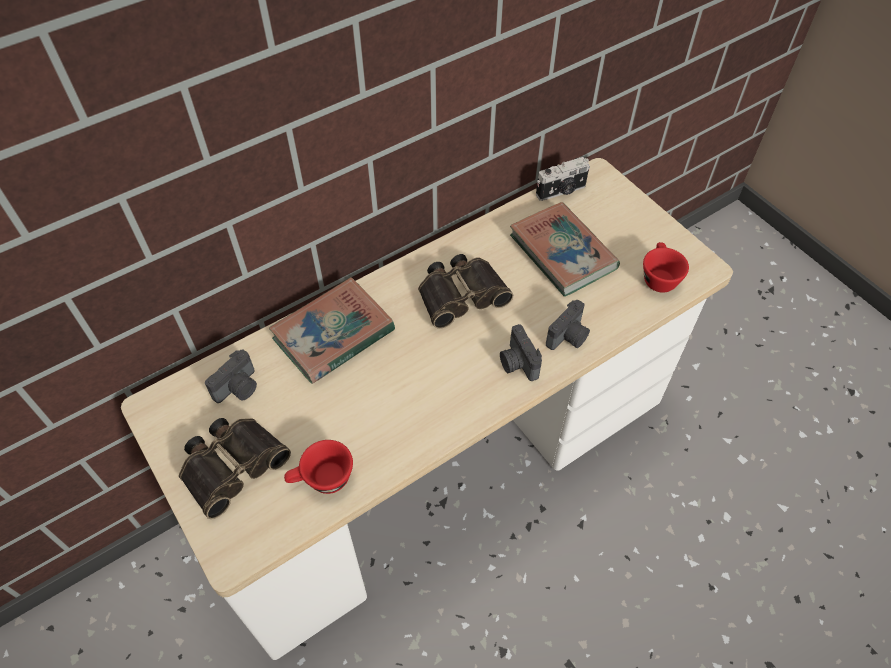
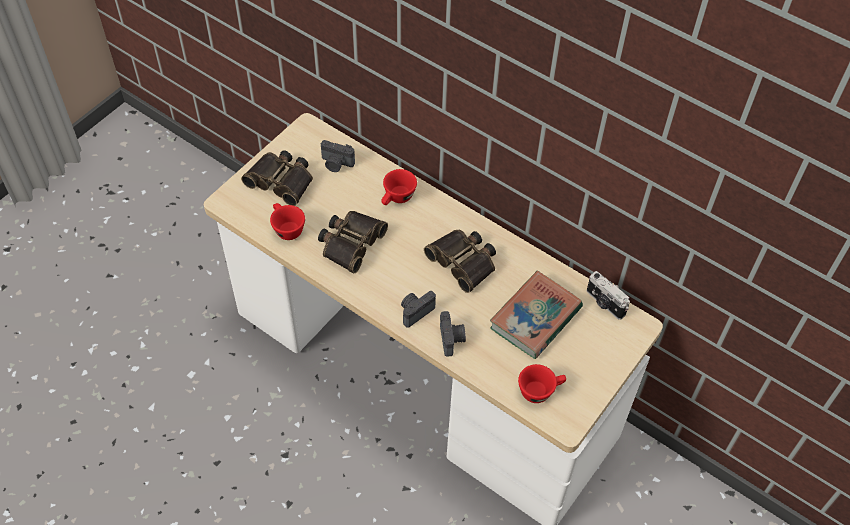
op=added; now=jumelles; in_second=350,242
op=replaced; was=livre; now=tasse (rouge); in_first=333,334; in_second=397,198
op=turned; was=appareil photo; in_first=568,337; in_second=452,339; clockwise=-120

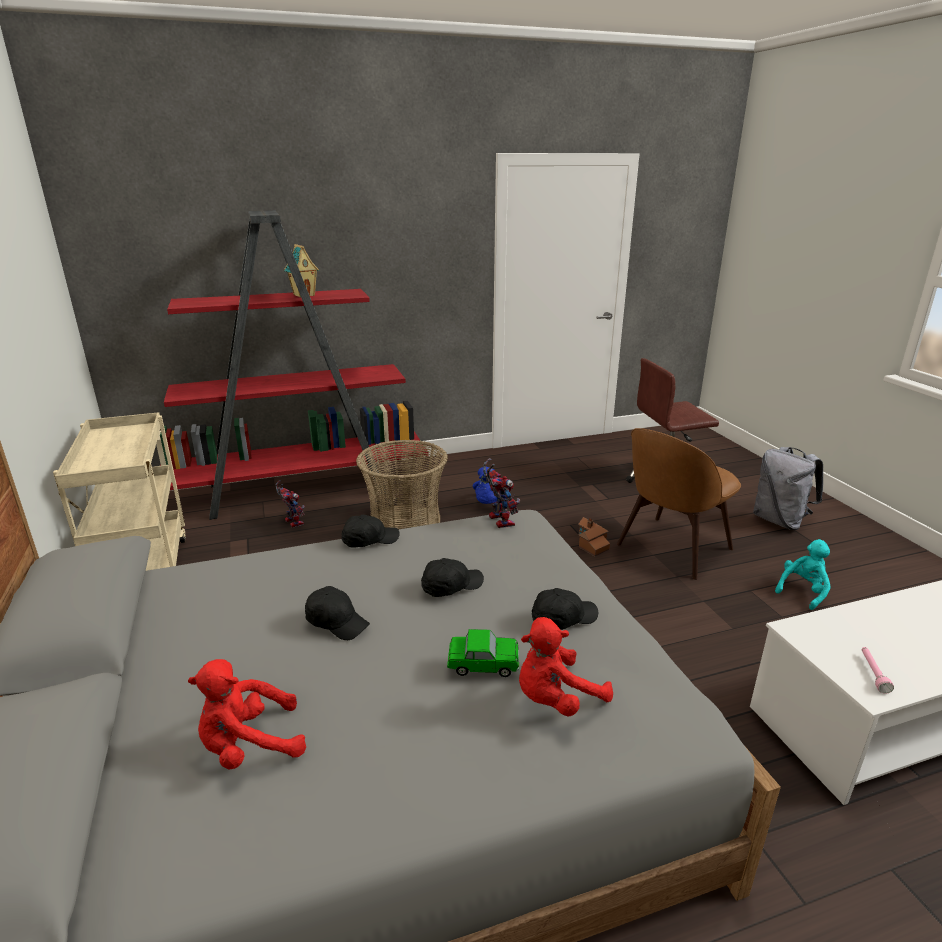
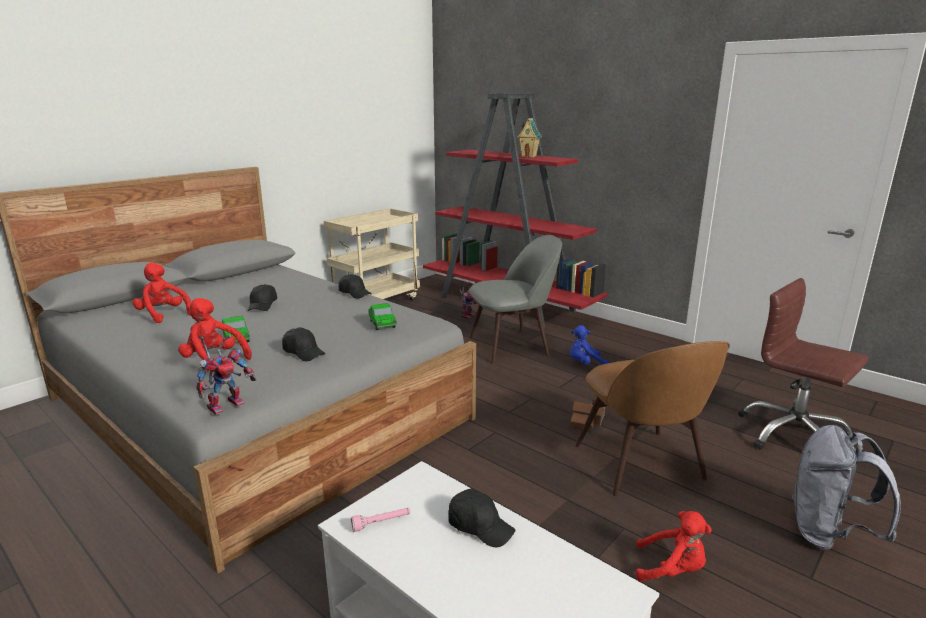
op=added; now=petite voiture; in_second=382,324
op=moved; was=casquette (noir); in_first=451,586; in_second=480,527
op=moved; was=robot jouet; in_first=498,520; in_second=227,404
op=replaced; was=panier; now=chaise (gris); in_first=405,524; in_second=512,345
op=recoloured; was=peluche (turquoise); now=peluche (rouge); in_first=803,591; in_second=671,570
op=turned; was=chaise (marron); in_first=671,548; in_second=641,465; clockwise=-120

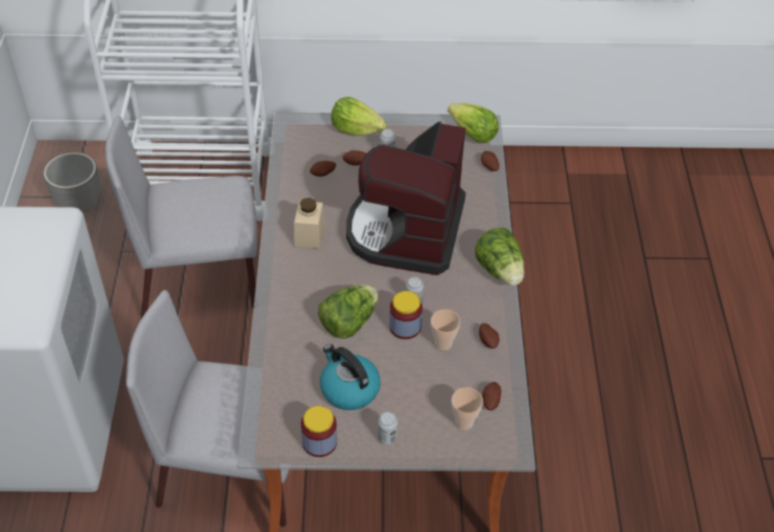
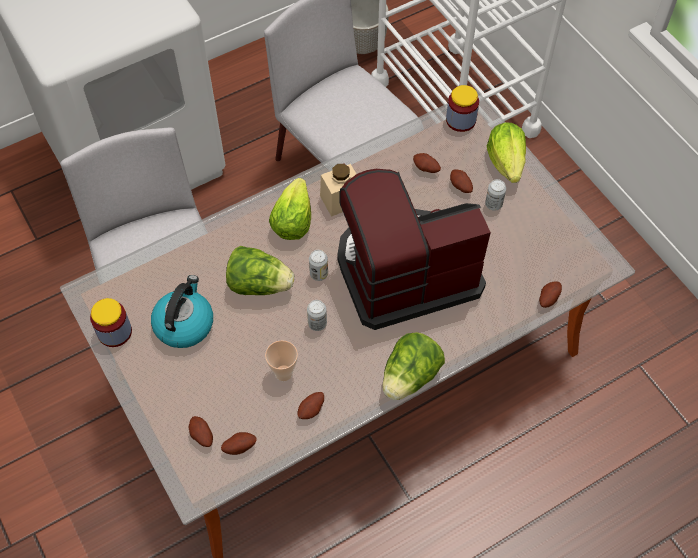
op=moved; was=boîte métallique; in_first=387,438; in_second=319,274
op=moved; was=bocal; in_first=405,326; in_second=460,120
op=moved; was=laitue; in_first=473,134; in_second=292,222
op=replaced; was=tasse; now=pomme de terre; in_first=464,422; in_second=201,436

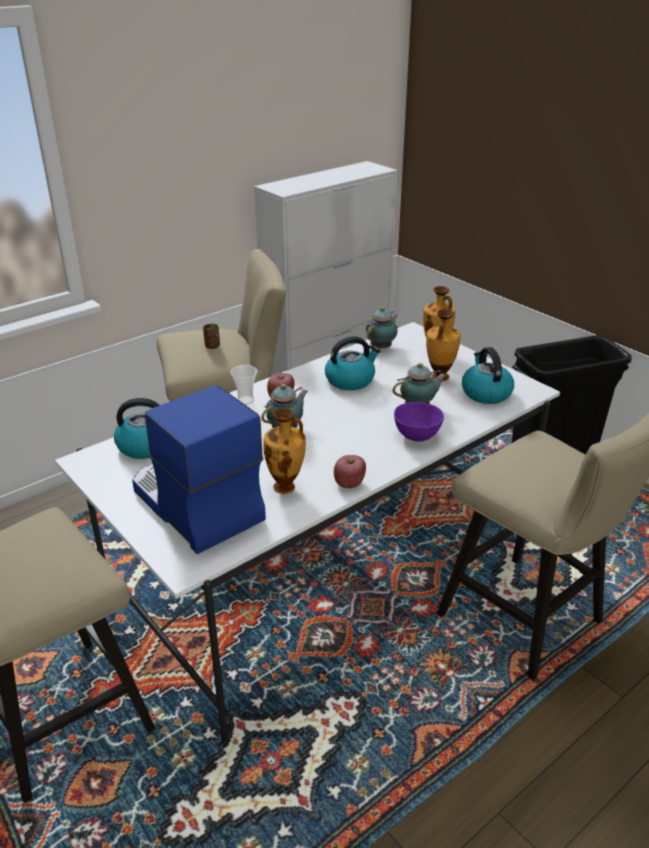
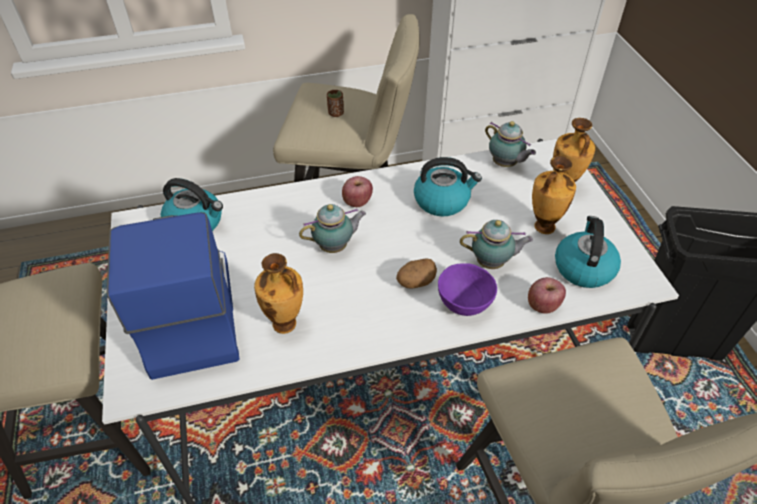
op=removed; was=tasse; in_first=245,400
op=added; now=pomme de terre; in_second=415,282
op=moved; was=pomme; in_first=349,483; in_second=542,305
op=turned; was=théière; in_first=382,347; in_second=505,164; clockwise=75

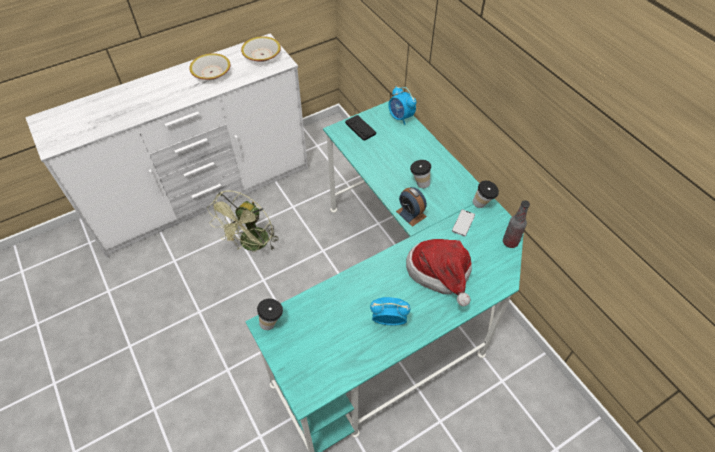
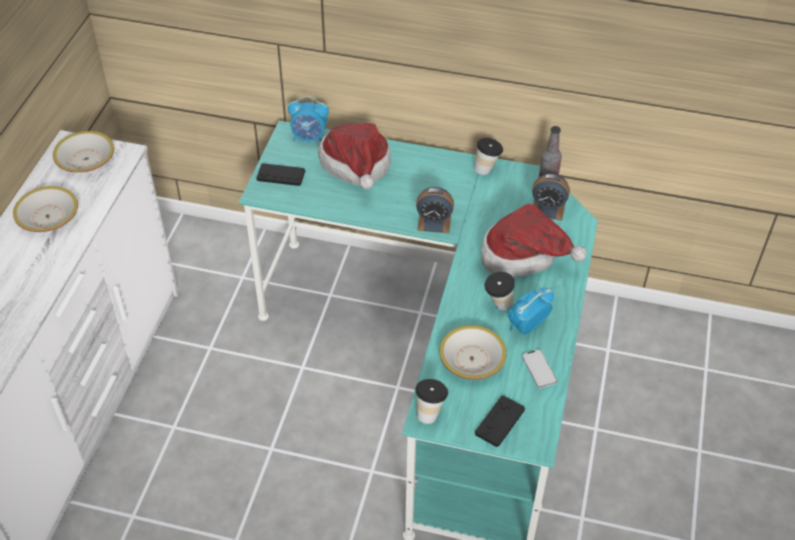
op=removed; was=ventilateur (vert); in_first=252,245
op=added; now=chapeau; in_second=357,168
op=added; now=bol; in_second=471,359
op=added; now=manette (noir); in_second=499,421
op=added; now=réveil; in_second=548,209
op=moved; was=tasse; in_first=419,183; in_second=498,305
op=moved; was=téléphone; in_first=463,223; in_second=539,369

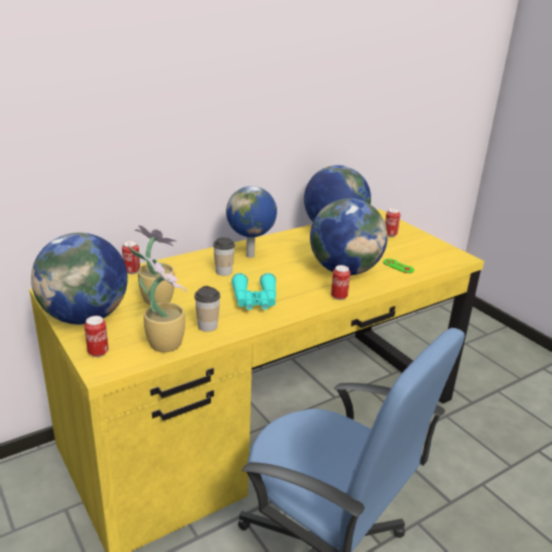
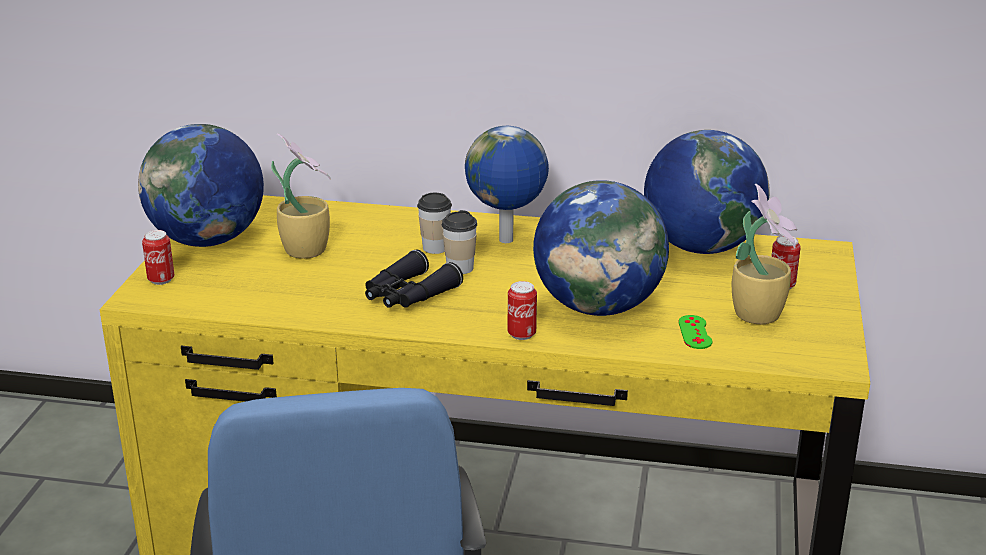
op=removed; was=boîte métallique; in_first=132,271
op=moved; was=plante en pot; in_first=165,343; in_second=758,313
op=moved; was=tasse; in_first=207,326; in_second=460,268
op=recoloured; was=jumelles (turquoise); now=jumelles (noir); in_first=255,300; in_second=408,295

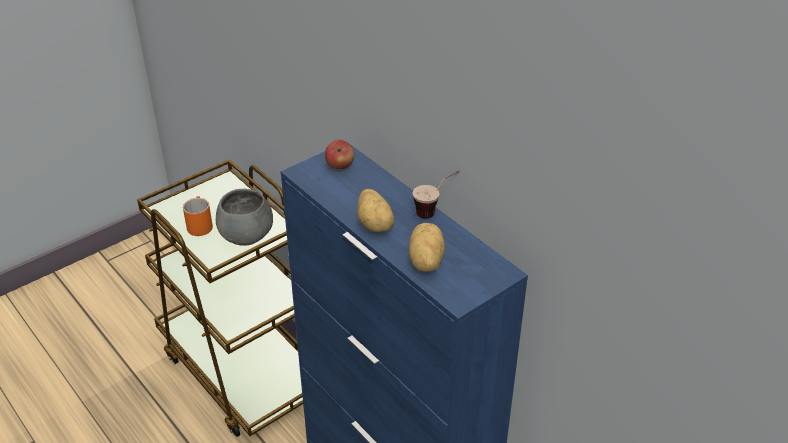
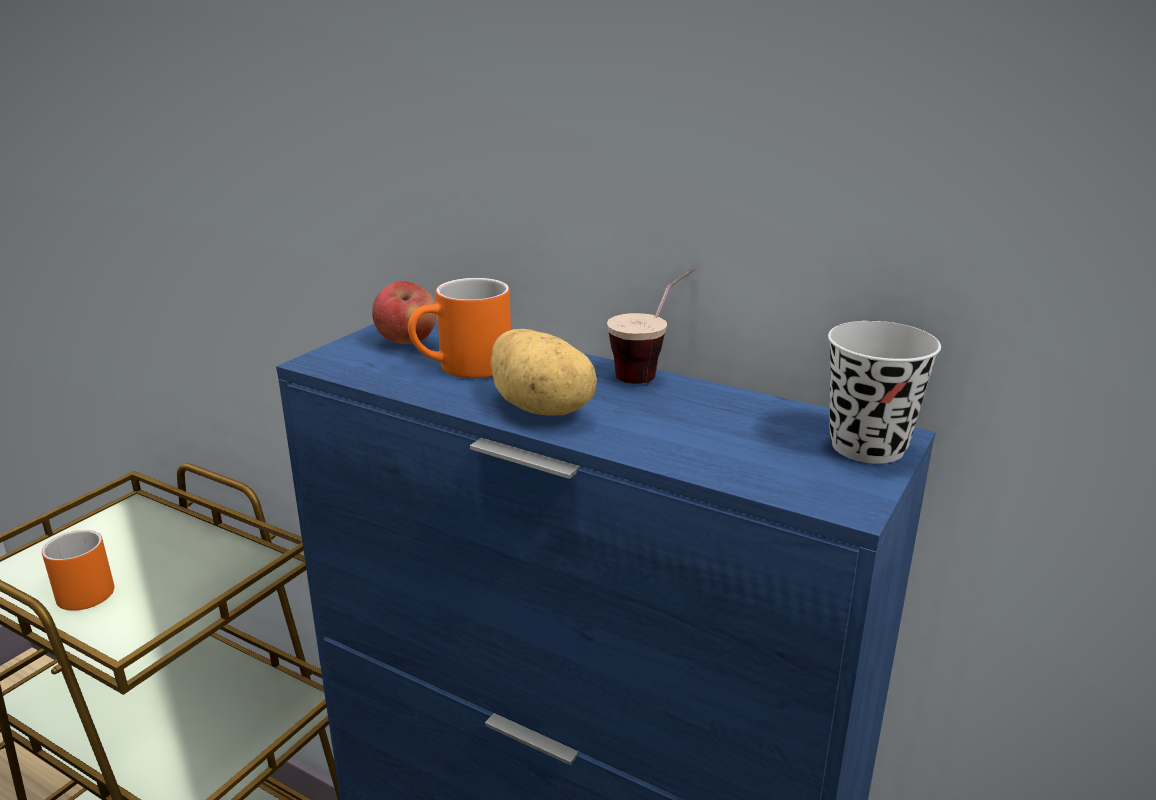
op=removed; was=bol (gris); in_first=247,235
op=removed; was=pomme de terre; in_first=424,261
op=added; now=mug (orange); in_second=463,368
op=added; now=tasse (noir); in_second=867,446

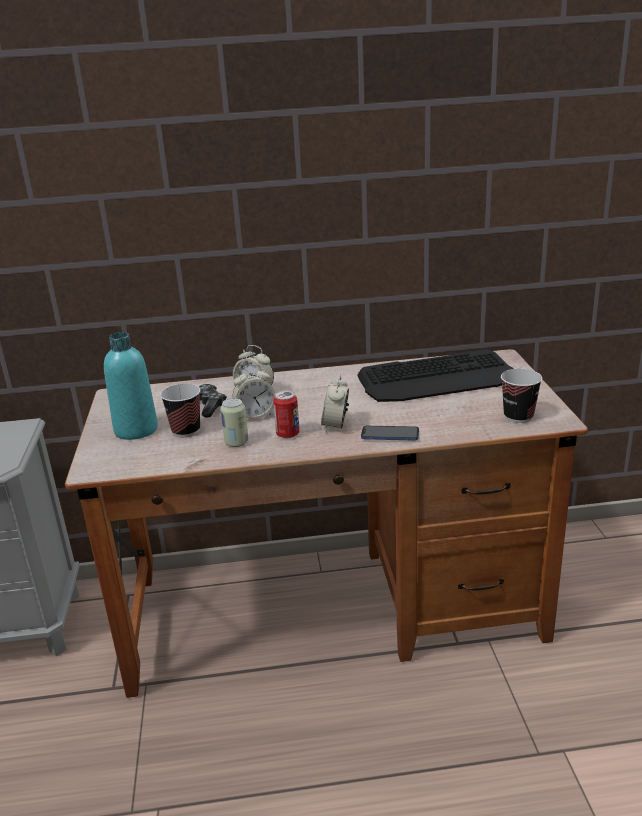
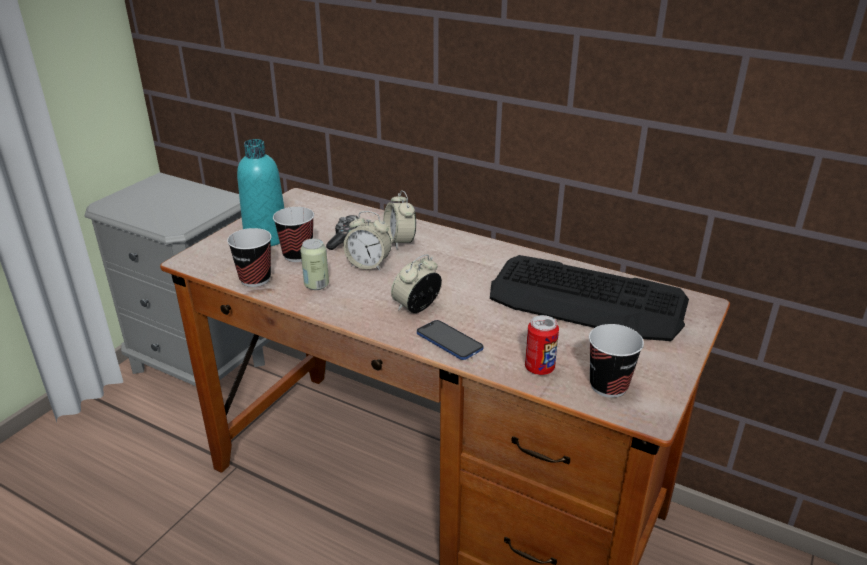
op=added; now=tasse; in_second=255,279
op=moved; was=boîte métallique; in_first=288,434; in_second=539,368

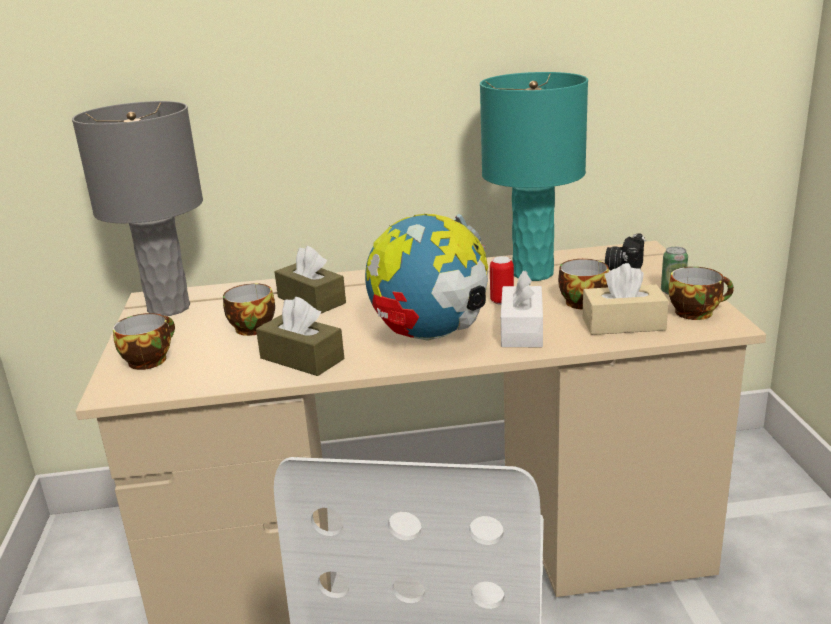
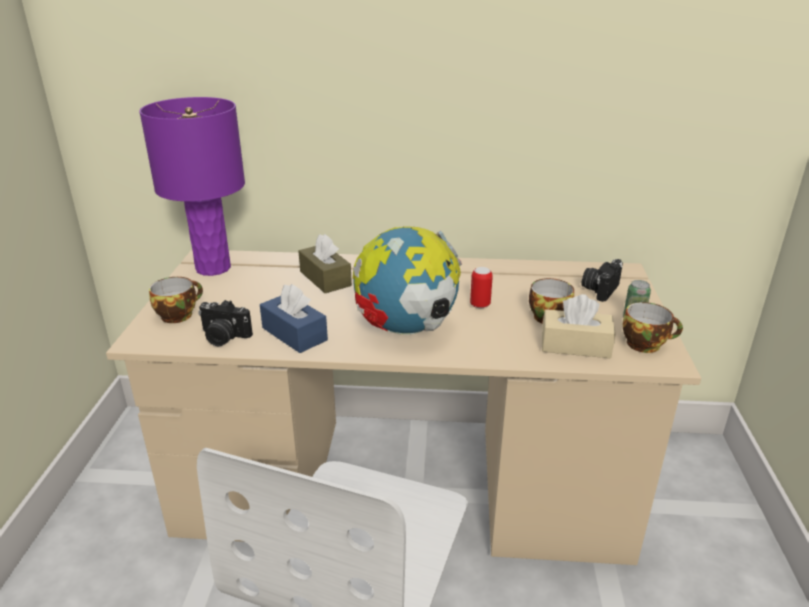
op=removed; was=tasse; in_first=250,327
op=removed; was=lampe de table (turquoise); in_first=532,273
op=removed; was=boîte à mouchoirs (blanc); in_first=522,330
op=added; now=appareil photo; in_second=223,337
op=recoloured; was=lampe de table (gris); now=lampe de table (violet); in_first=168,308; in_second=212,268
op=recoloured; was=boîte à mouchoirs (marron); now=boîte à mouchoirs (bleu); in_first=302,358; in_second=294,334

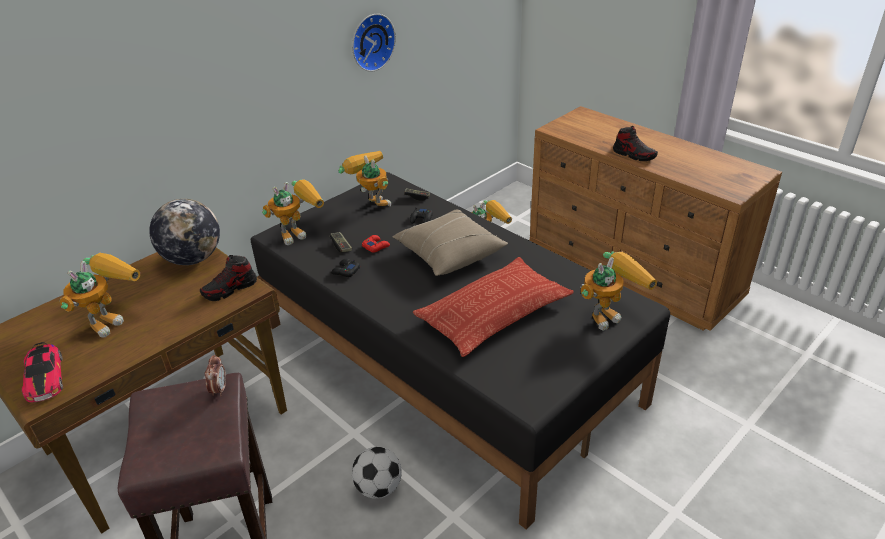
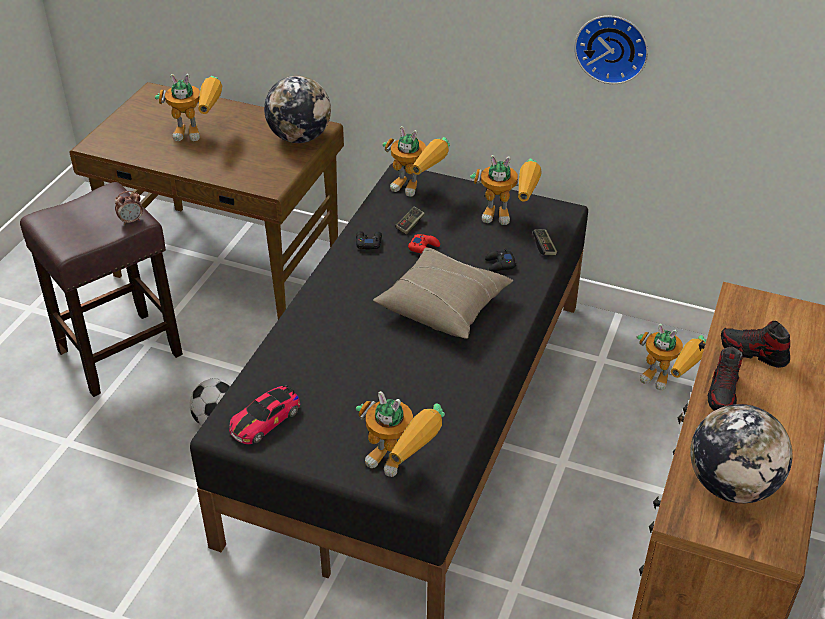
op=removed; was=coussin; in_first=494,312
op=added; now=globe; in_second=731,485
op=moved; was=petite voiture; in_first=45,378; in_second=265,420
op=moved; was=chaussure; in_first=230,289; in_second=753,352
op=turned; was=robot jouet; in_first=370,202; in_second=508,216; clockwise=75

